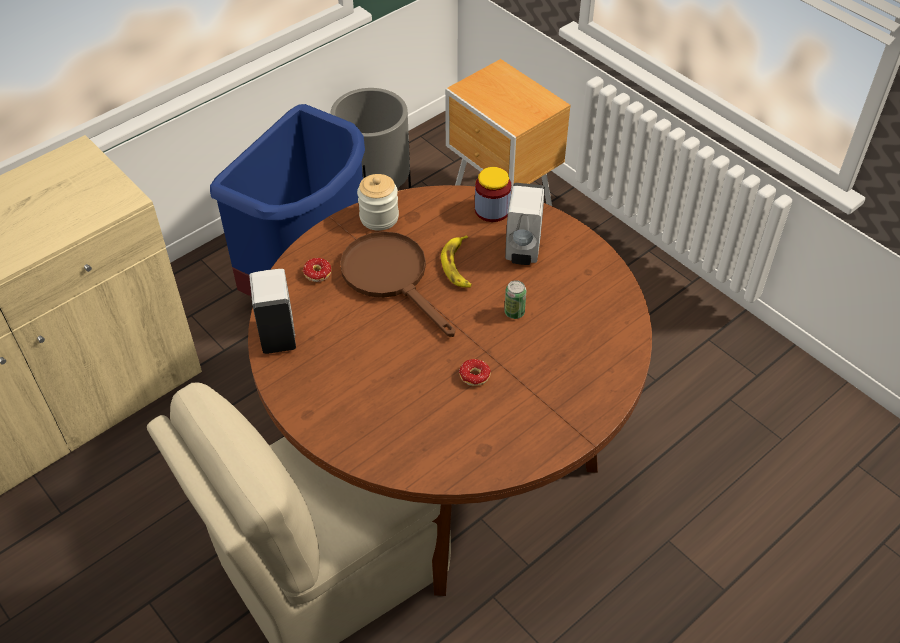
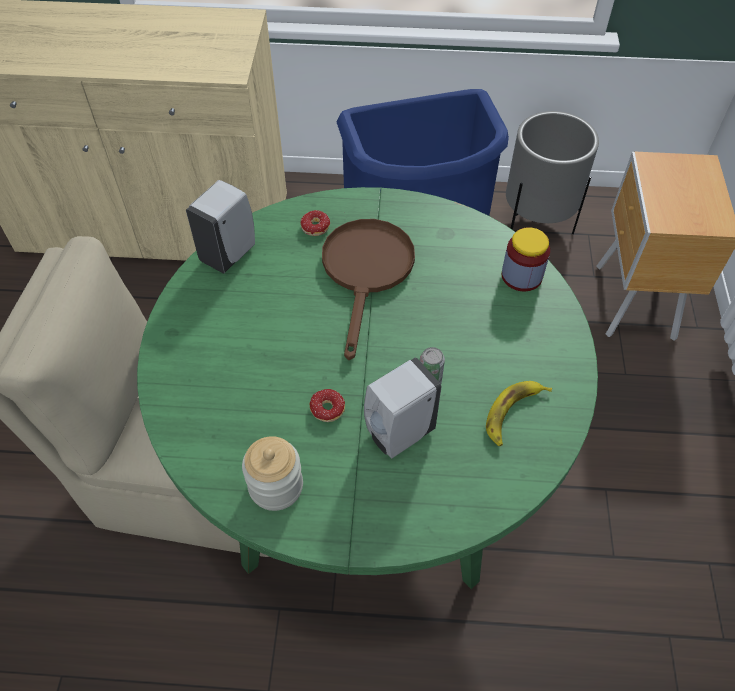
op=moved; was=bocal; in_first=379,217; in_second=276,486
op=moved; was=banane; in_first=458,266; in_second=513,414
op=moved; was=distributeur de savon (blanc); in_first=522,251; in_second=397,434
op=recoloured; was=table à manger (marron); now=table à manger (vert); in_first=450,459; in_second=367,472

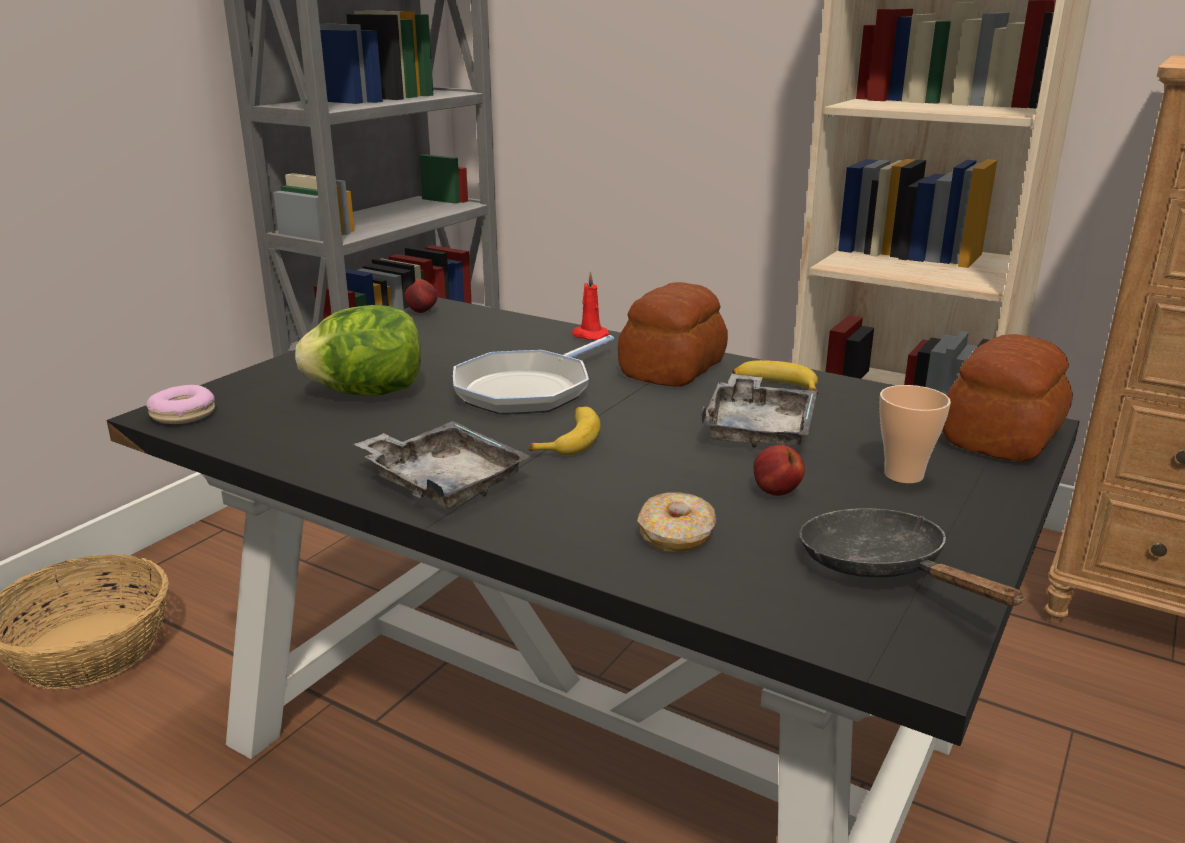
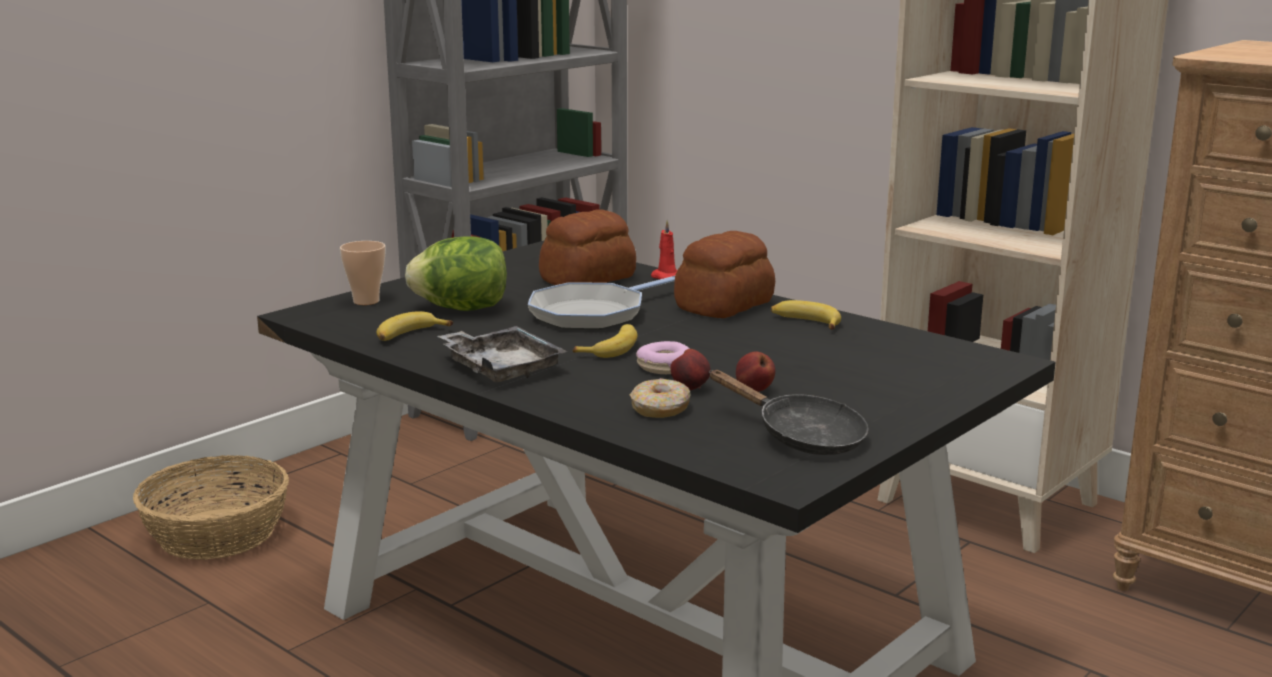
op=removed; was=plateau (gris); in_first=758,428
op=added; now=banane; in_second=409,336
op=moved; was=beignet; in_first=183,414; in_second=664,367
op=moved; was=pomme; in_first=423,312; in_second=691,389
op=moved; was=tasse; in_first=903,475; in_second=366,301
op=moved; was=pain; in_first=1004,436; in_second=589,279
op=turned; was=poêle (noir); in_first=881,568; in_second=801,436; clockwise=150

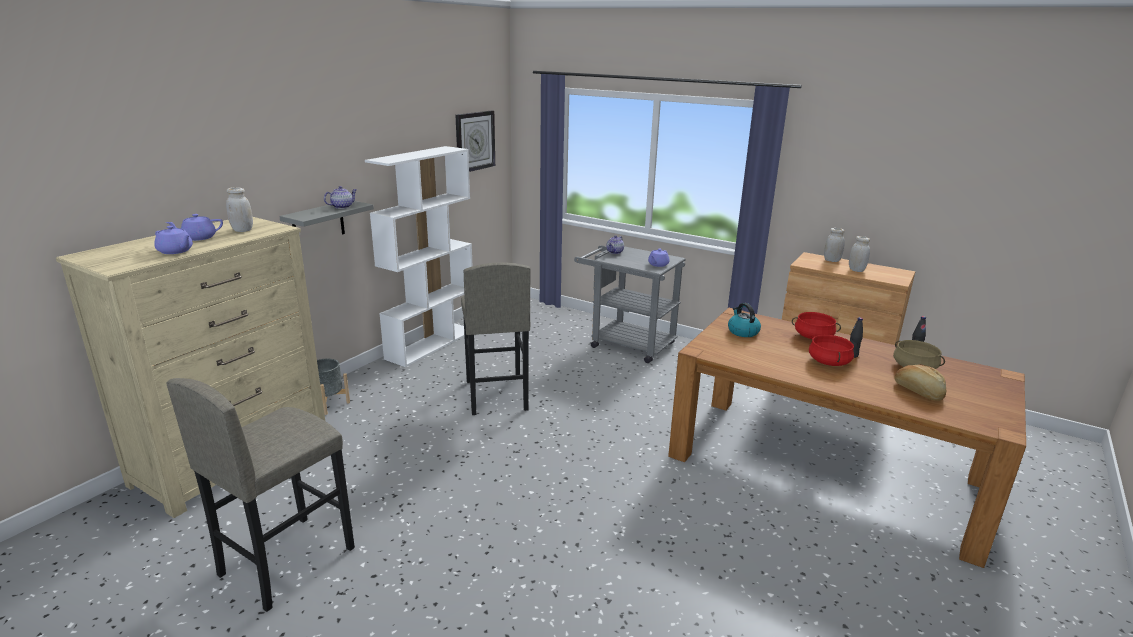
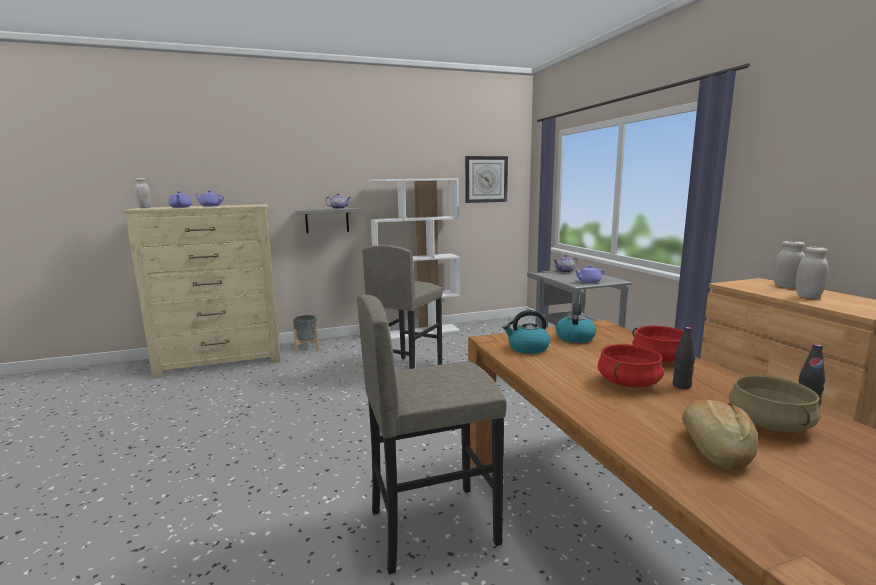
op=added; now=bouilloire; in_second=527,348
op=moved; was=tabouret (gris); in_first=286,561; in_second=432,526
op=moved; was=bocal (blanc); in_first=242,230; in_second=145,208

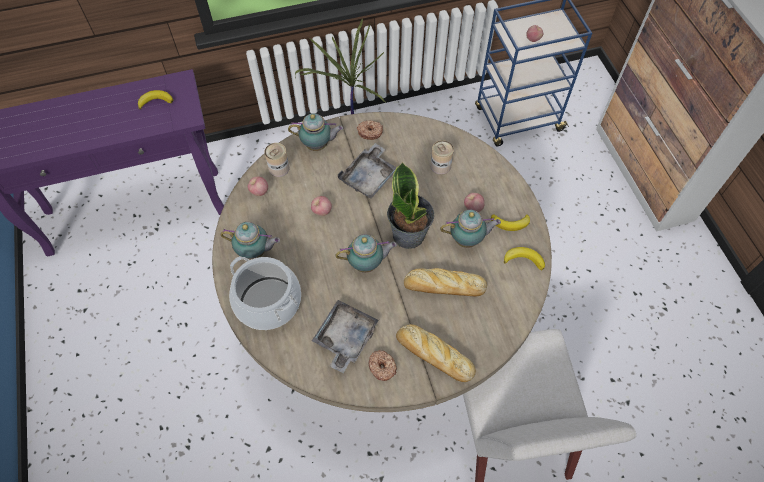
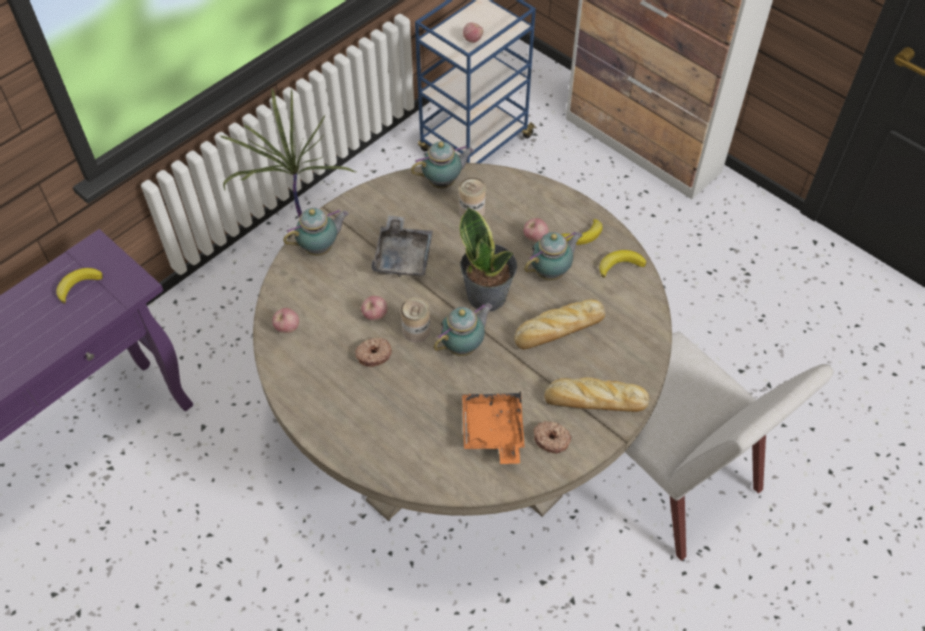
op=removed; was=marmite; in_first=268,303
op=moved; was=théière; in_first=255,252; in_second=444,182
op=moved; was=boîte métallique; in_first=279,168; in_second=416,330
op=moved; was=beignet; in_first=370,132; in_second=373,354
op=recoloured; was=plateau (gris); now=plateau (orange); in_first=345,338; in_second=493,431

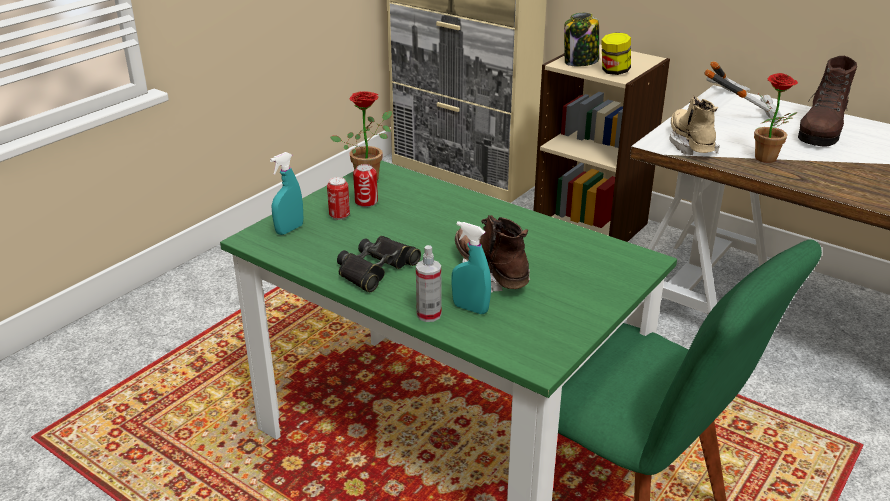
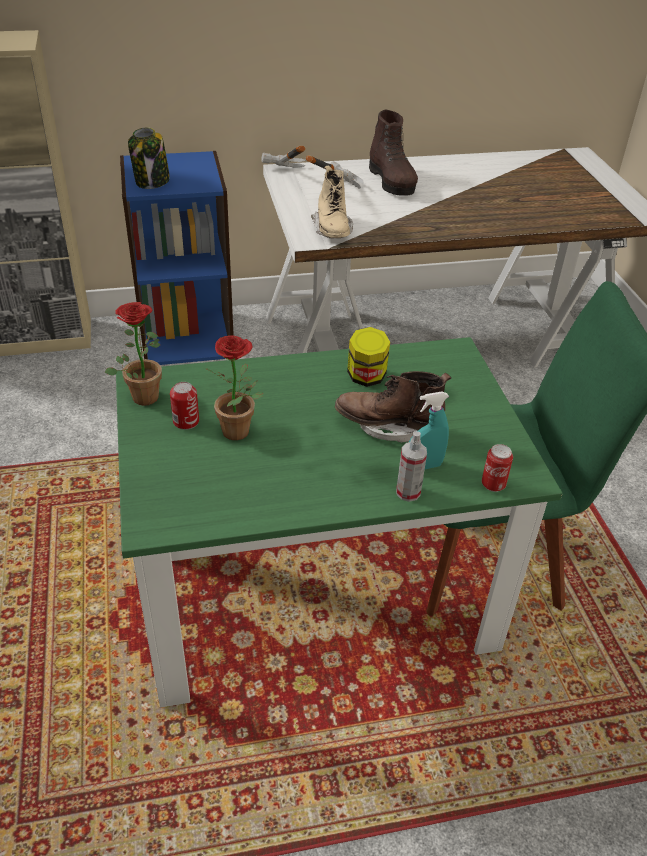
op=removed; was=vaporisateur (turquoise); in_first=289,229
op=removed; was=jumelles (noir); in_first=376,269
op=moved; was=boîte métallique; in_first=339,216; in_second=493,485
op=moved; was=bocal; in_first=614,71; in_second=366,377
op=moved; was=plante en pot; in_first=768,160; in_second=241,433
op=recoloured; was=bibliothèque (beige); now=bibliothèque (bleu); in_first=591,227; in_second=186,336
op=turned; was=botte (beige); in_first=690,145; in_second=332,231; clockwise=-135

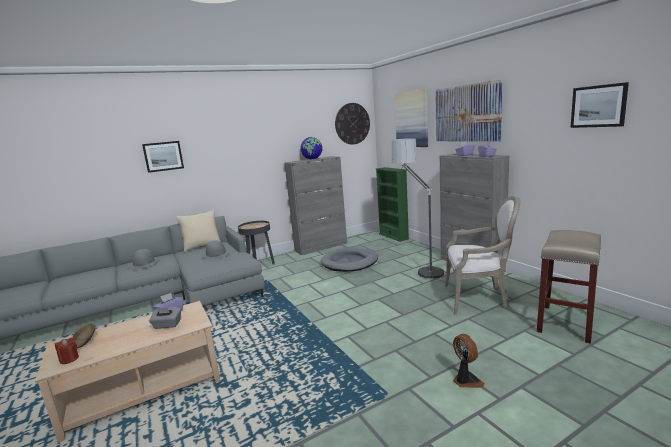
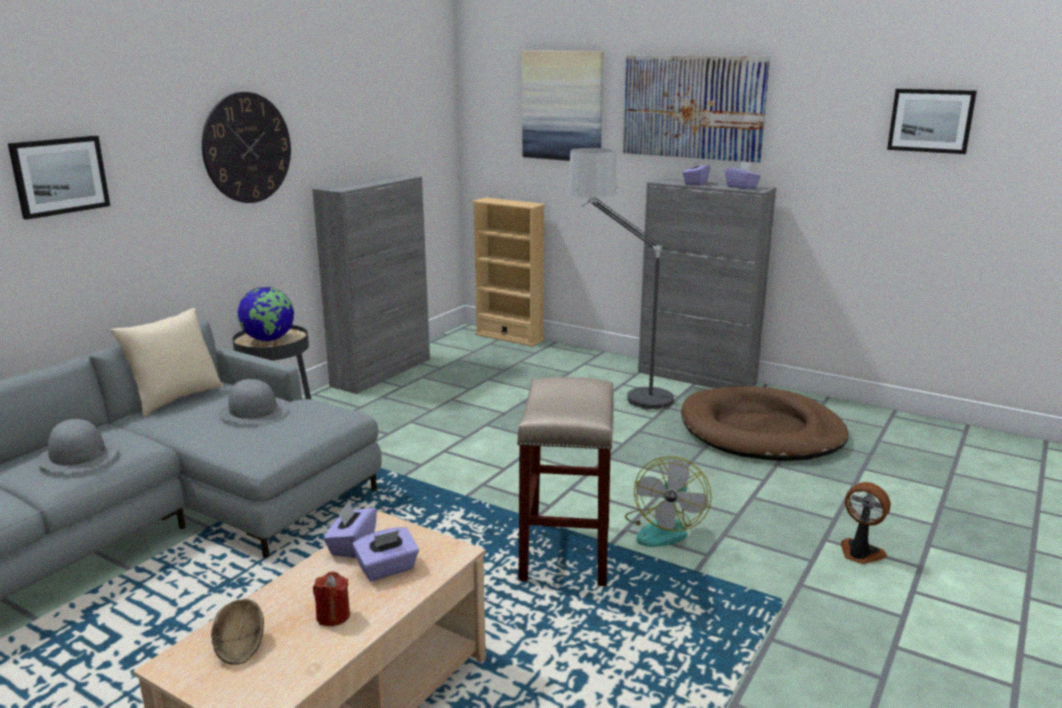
op=removed; was=panier pour chien (gris); in_first=350,262
op=added; now=ventilateur; in_second=664,529
op=moved; was=bougie (rouge); in_first=69,359; in_second=333,616
op=moved; was=globe; in_first=312,159; in_second=269,339
op=moved; was=horloge murale; in_first=352,123; in_second=247,148
op=moved; was=tabouret (beige); in_first=566,324; in_second=566,553
op=replaced; was=fauteuil; now=panier pour chien (marron); in_first=479,298; in_second=761,431
op=recoloured; was=boîte à mouchoirs (gris); now=boîte à mouchoirs (violet); in_first=167,325; in_second=387,569
op=recoloured; was=bibliothèque (vert); now=bibliothèque (beige); in_first=393,236; in_second=509,337

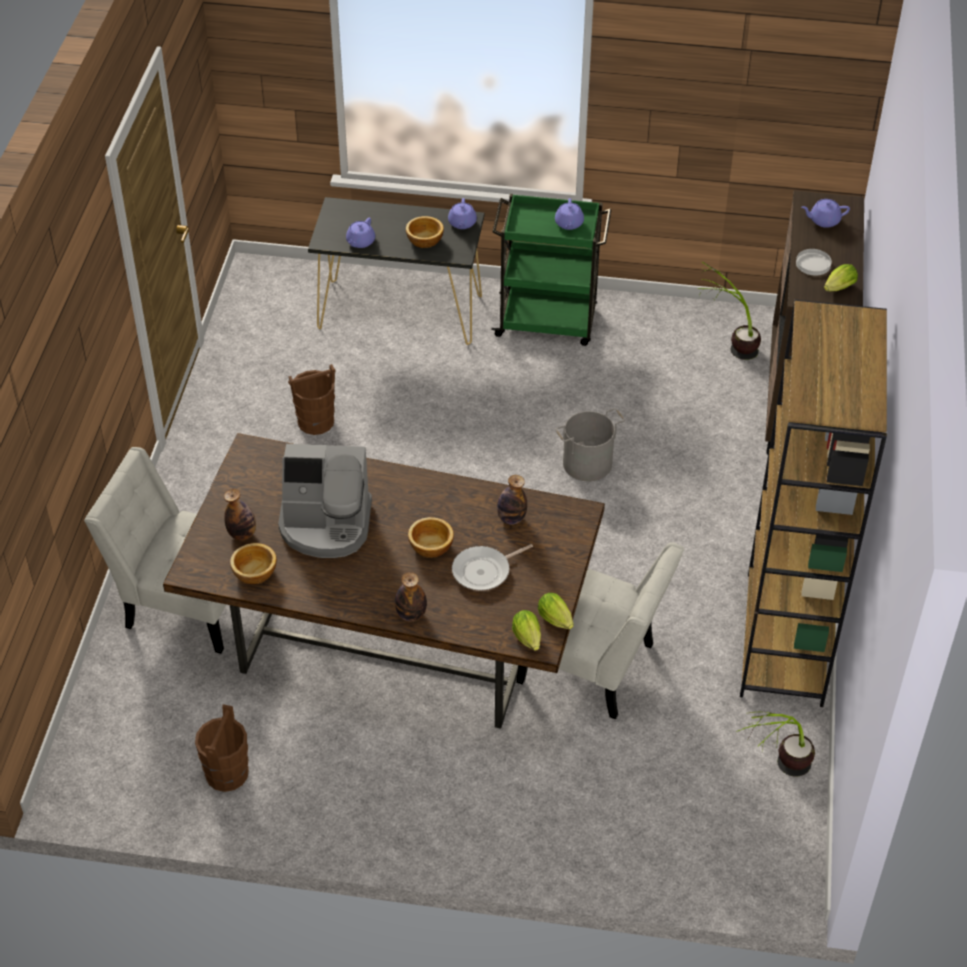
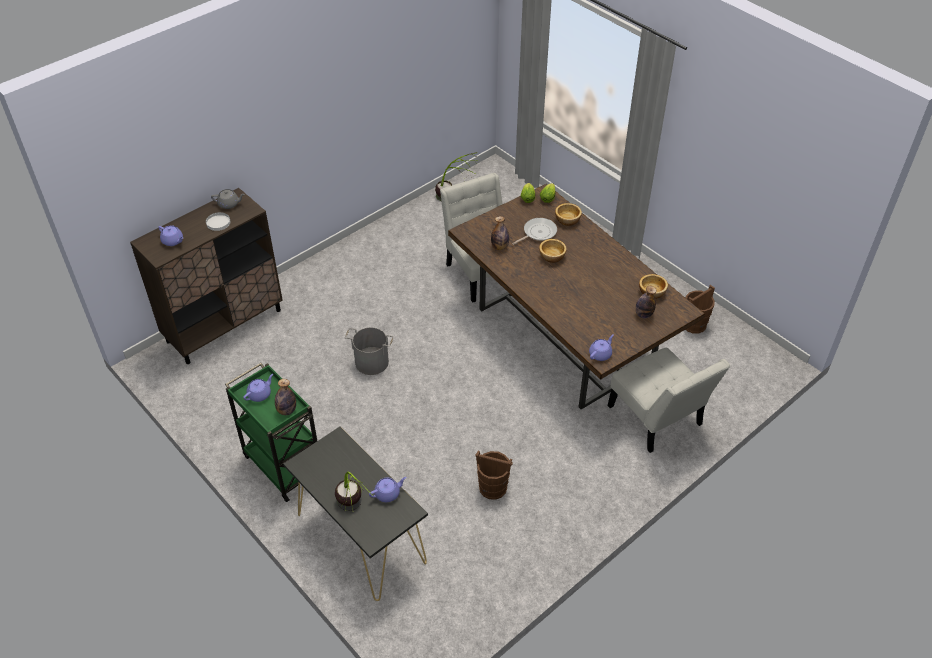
op=removed; was=machine à café; in_first=326,525
op=removed; was=bibliothèque (marron); in_first=785,639
op=moved; was=bouteille; in_first=411,614; in_second=286,410
op=moved; was=bol; in_first=424,241; in_second=568,220
op=moved; was=théière (violet); in_first=462,223; in_second=600,354
op=moved; was=plante en pot; in_first=728,345; in_second=354,512
op=replaced; was=laitue; now=théière (gris); in_first=837,289; in_second=229,204
op=turned; was=poêle; in_first=484,571; in_second=538,232; clockwise=-45

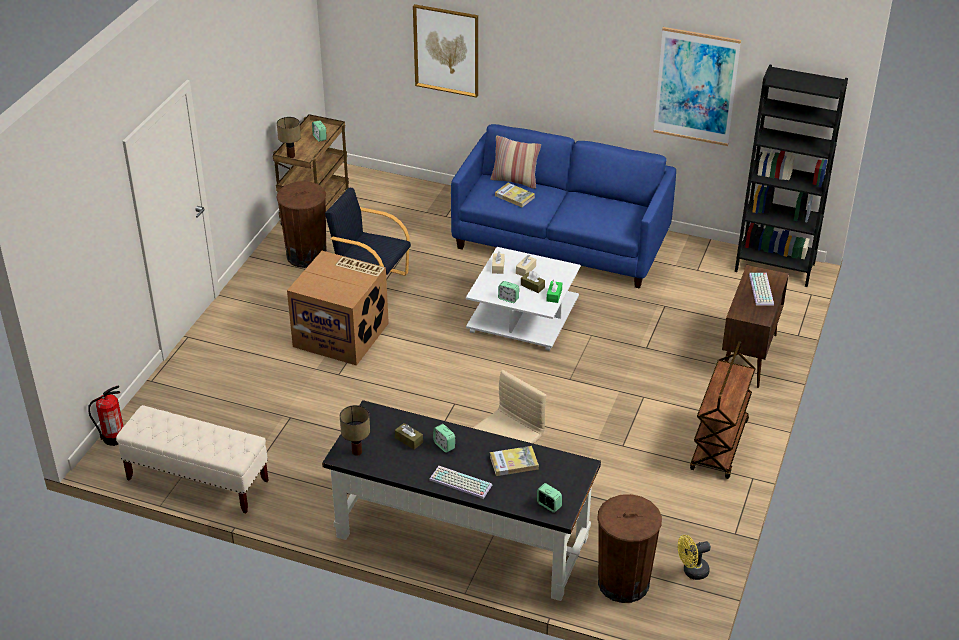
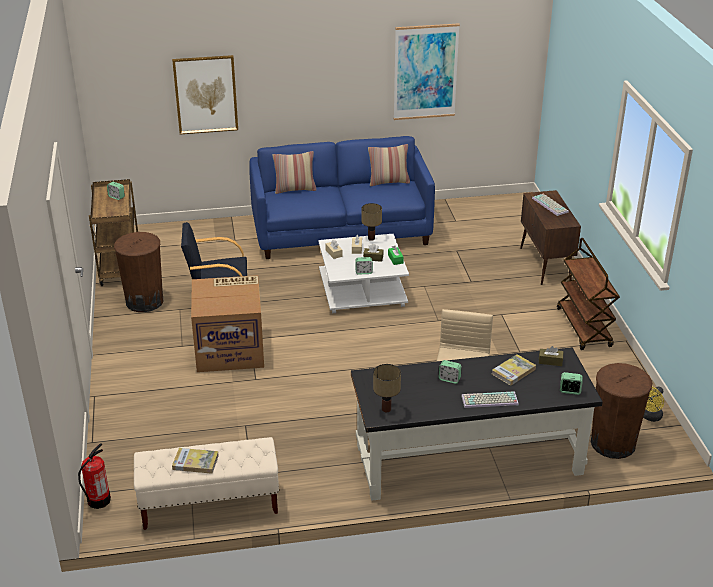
op=removed; was=bibliothèque (noir); in_first=775,267
op=added; now=coussin; in_second=388,182
op=moved; was=lampe de table; in_first=290,155; in_second=371,238
op=moved; was=boîte à mouchoirs (marron); in_first=409,440; in_second=550,361
op=moved; was=livre; in_first=514,196; in_second=195,462

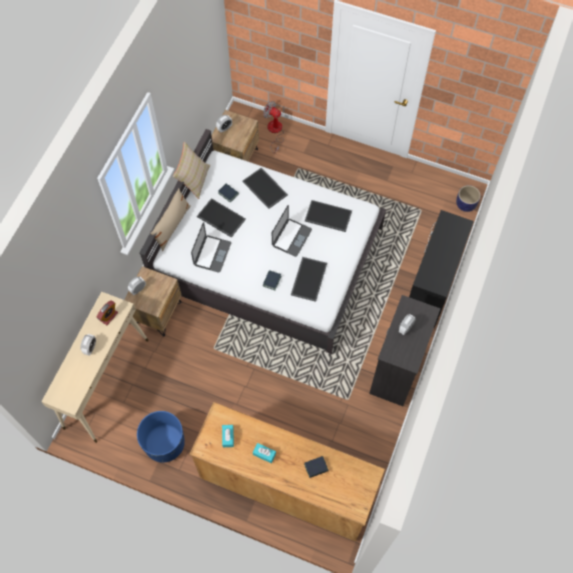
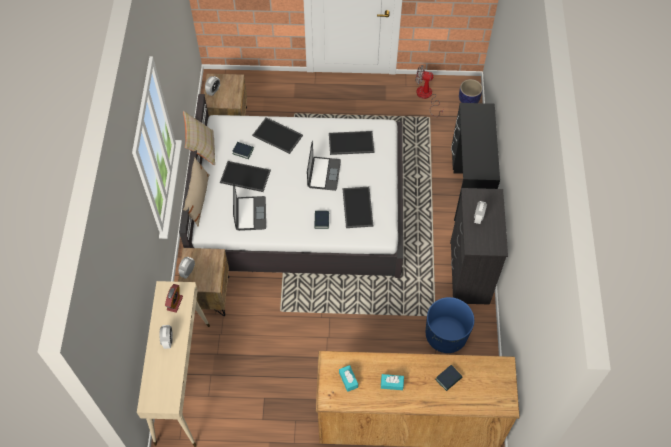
op=moved; was=cache-pot (bleu); in_first=164,443; in_second=446,335
op=moved; was=ventilateur; in_first=275,132; in_second=426,97

